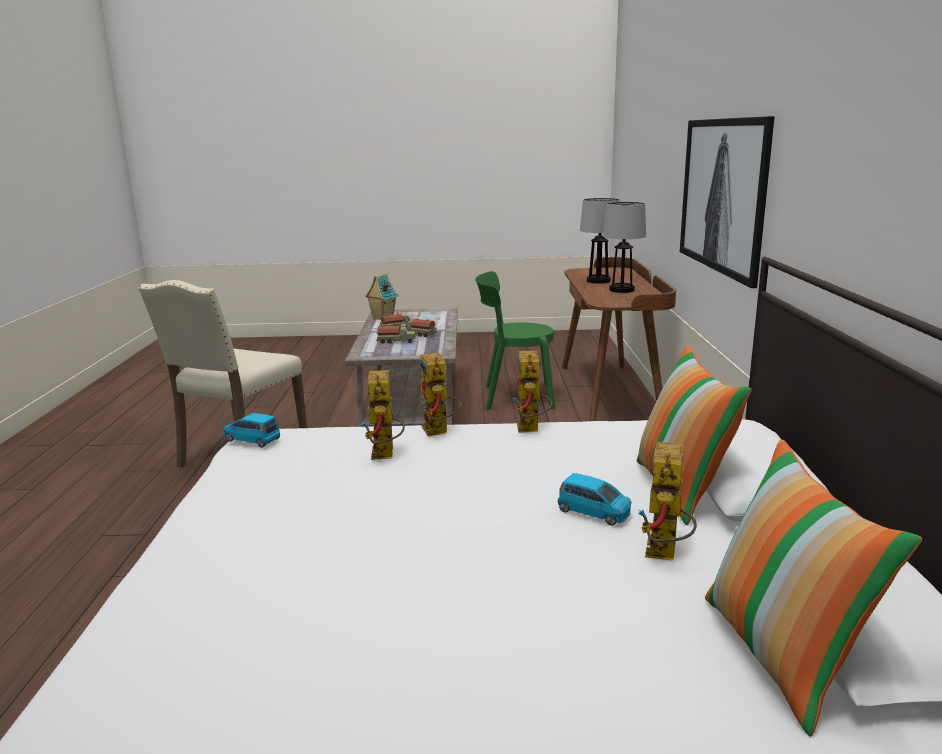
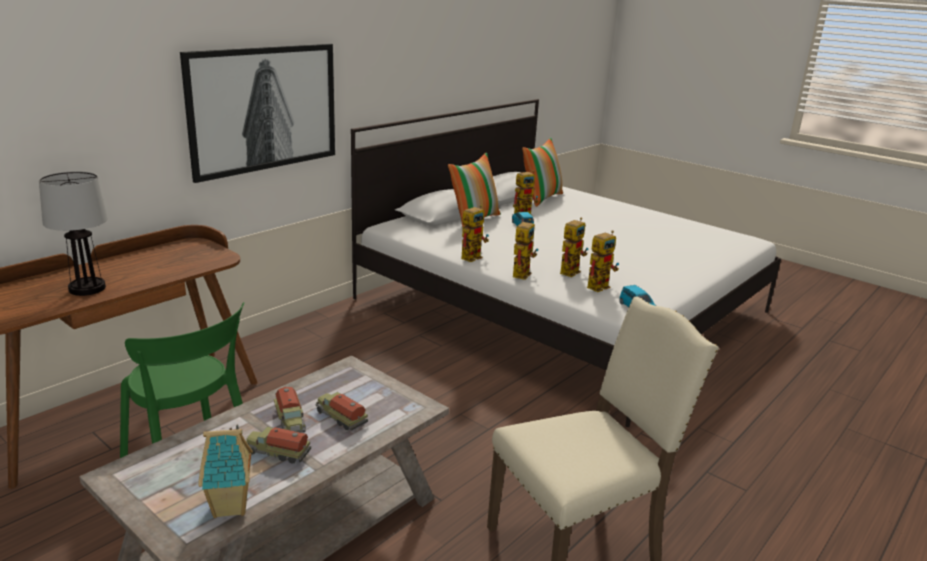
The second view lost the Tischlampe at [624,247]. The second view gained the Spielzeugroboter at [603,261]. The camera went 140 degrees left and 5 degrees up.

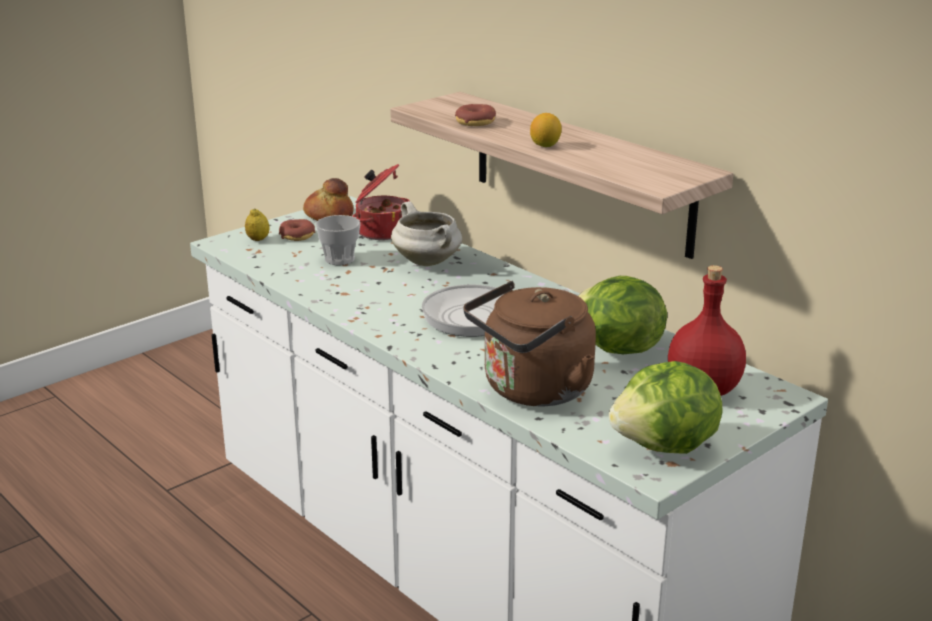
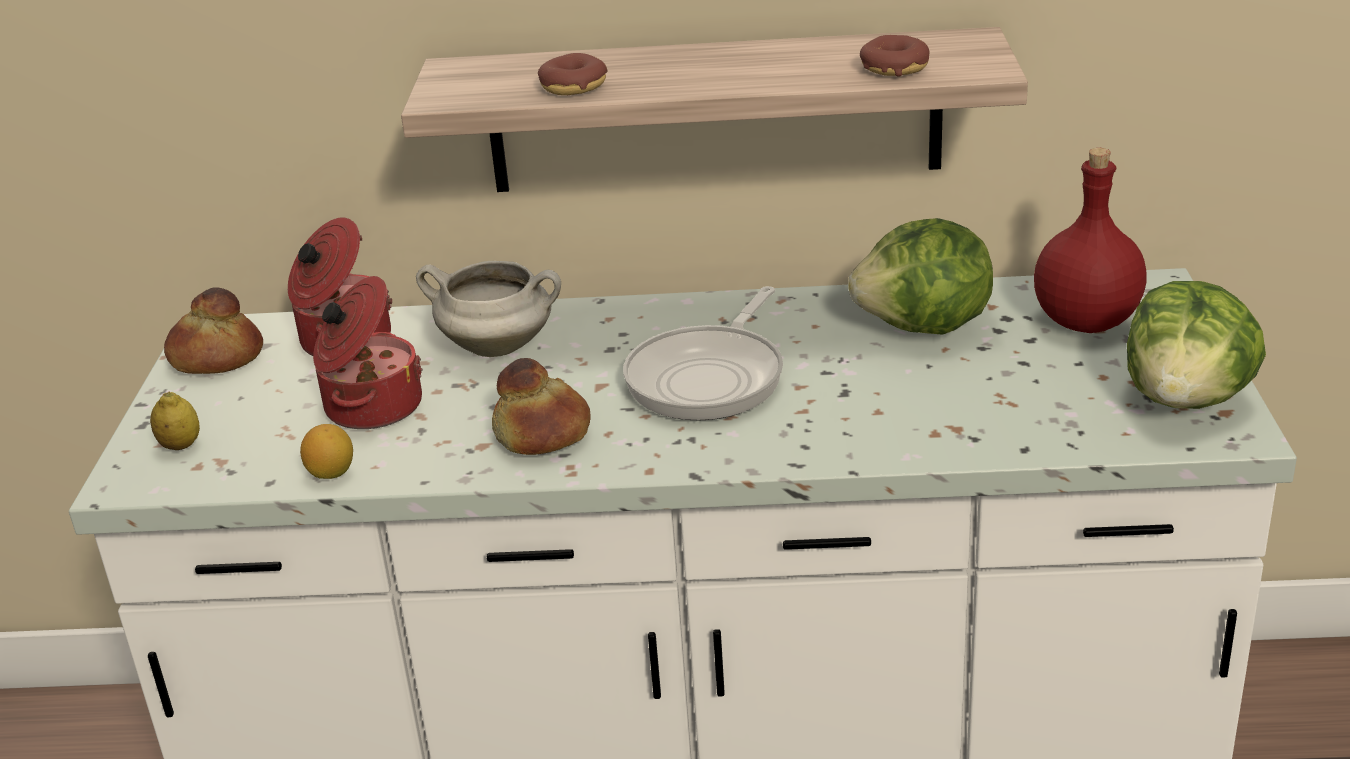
The second view lost the Wasserkessel/braun at [529,344]. The second view gained the Brot at [541,406]. The Donut ended up elsewhere, having gone from [297,230] to [894,55]. The Zitrone ended up elsewhere, having gone from [546,130] to [326,451]. Where the Tasse stood at [338,240], the Kochtopf came to stand at [368,352]. The camera went 45 degrees left and 5 degrees up.

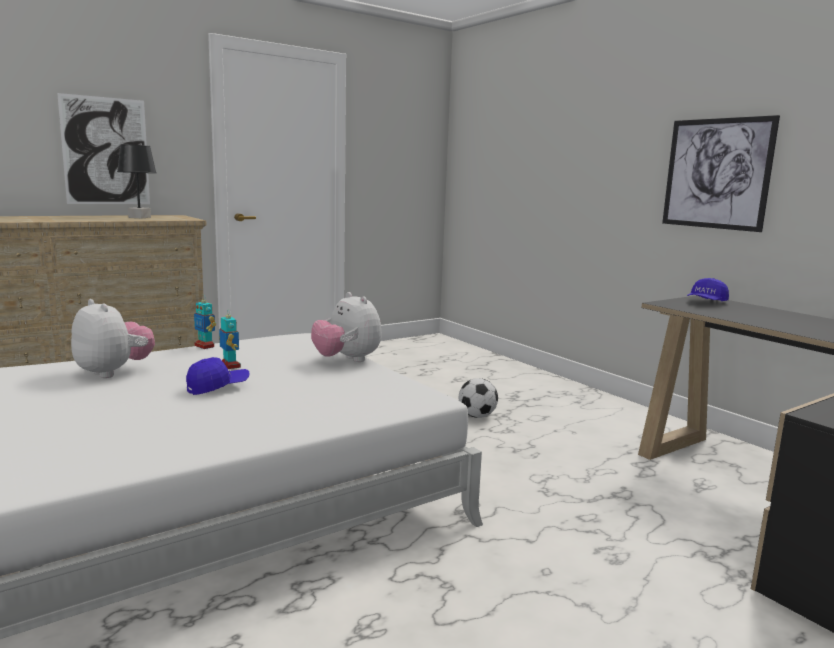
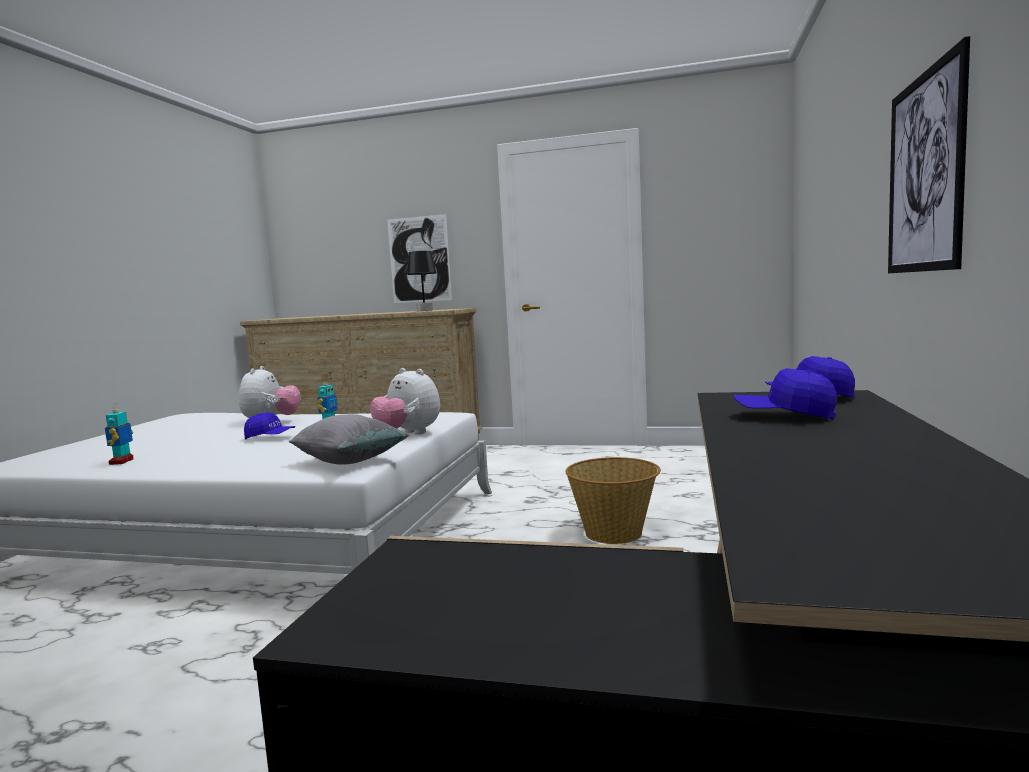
The second view gained the Kissen/grau at [349,439]. The second view gained the Kappe/blau at [785,394]. The Spielzeugroboter ended up elsewhere, having gone from [205,322] to [119,434]. Where the Fußball stood at [478,398], the Korb came to stand at [613,500]. The Plüschtier at [346,327] ended up facing another way, 60 degrees counterclockwise from before. The camera went 50 degrees right and 5 degrees down.

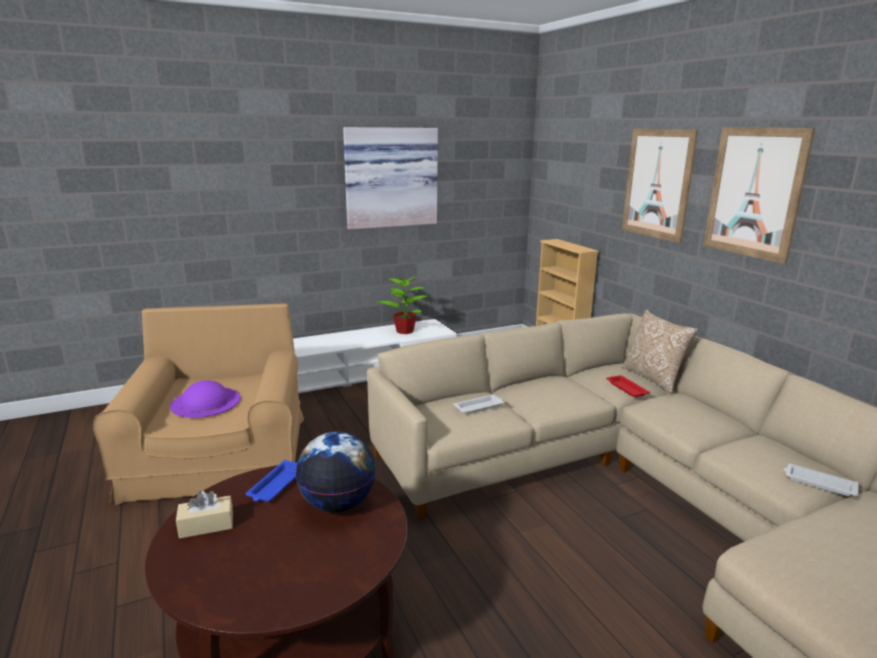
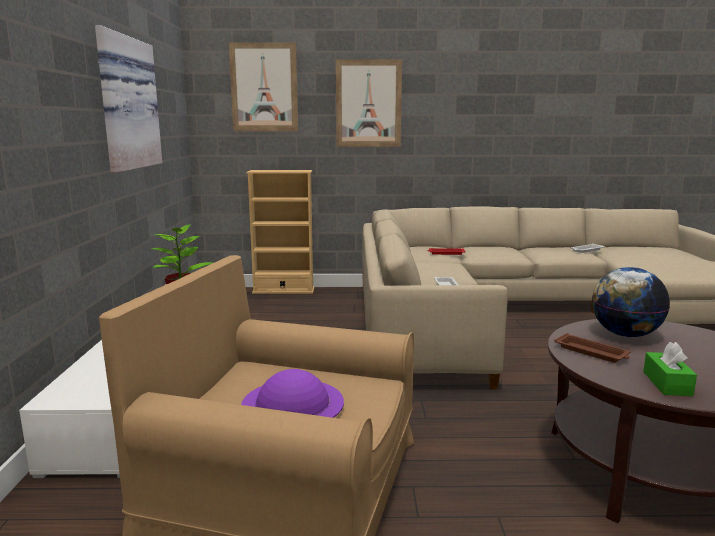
The second view lost the Kissen at [660,352]. The Bild ended up elsewhere, having gone from [759,195] to [263,86]. What was the Taschentuchbox/beige at [204,514] turned into the Taschentuchbox/grün at [670,369]. What was the Tablett/blau at [271,481] turned into the Tablett/braun at [592,348]. The camera went 65 degrees left and 5 degrees down.

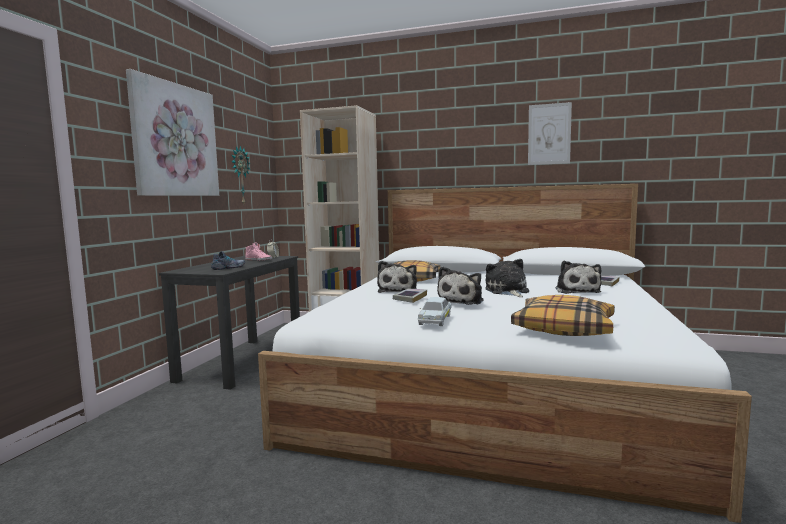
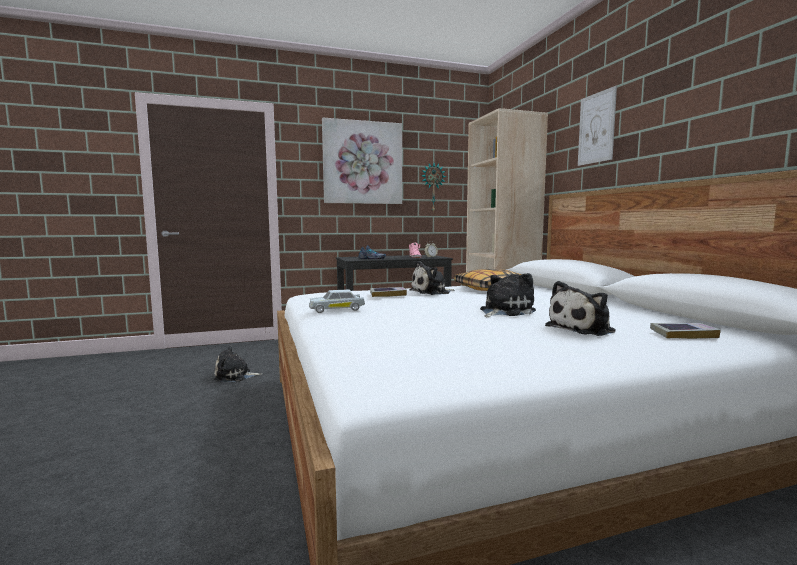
The second view lost the Kissen at [563,315]. The Plüschtier ended up elsewhere, having gone from [460,286] to [238,364]. The Bild ended up elsewhere, having gone from [550,133] to [597,126]. The camera went 55 degrees right and 0 degrees up.

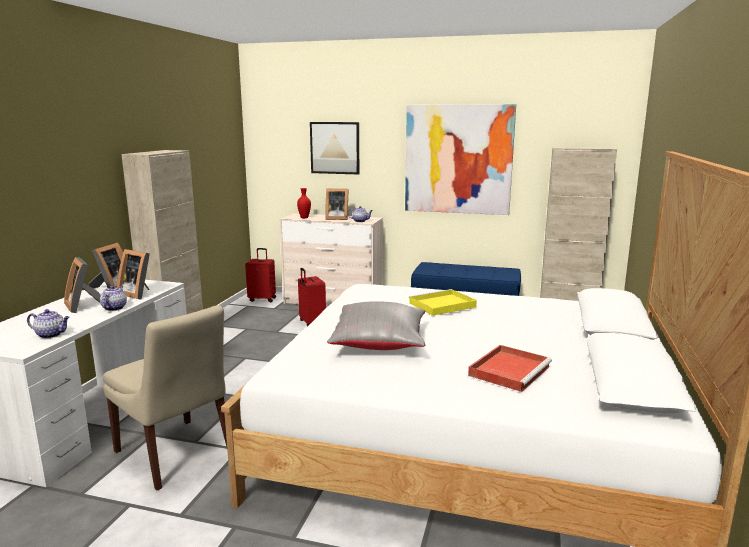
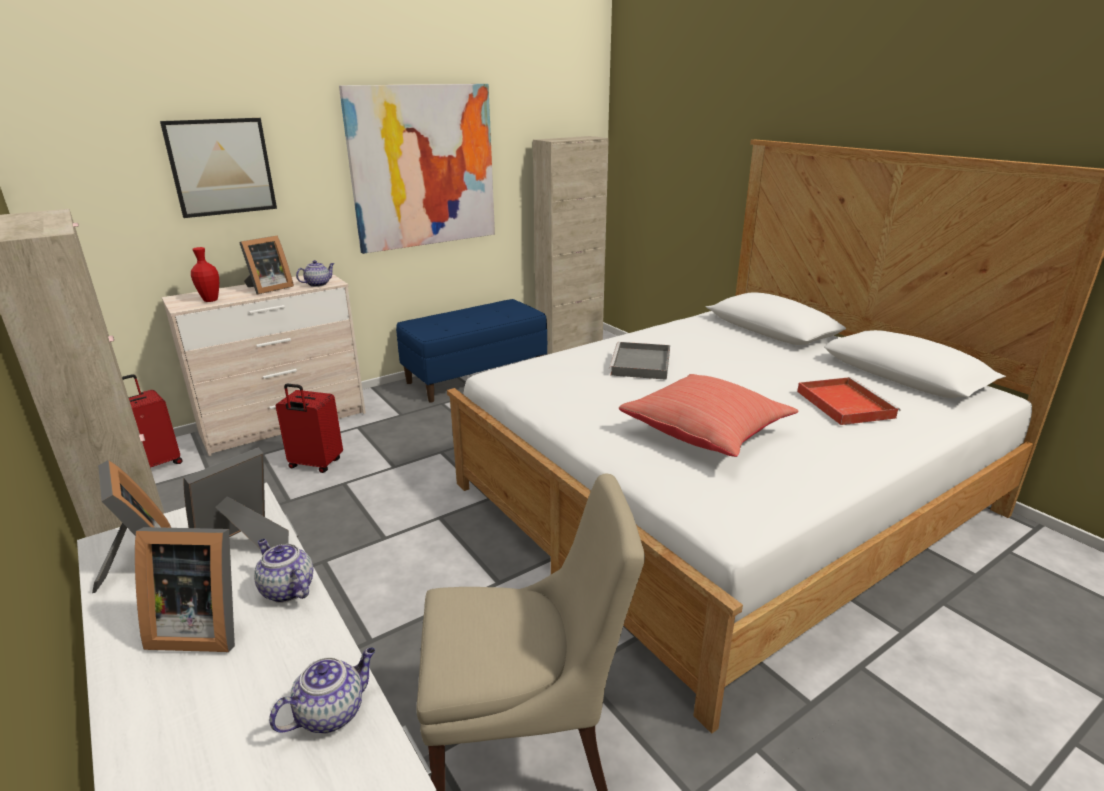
What was the Kissen/grau at [376,325] turned into the Kissen/rot at [709,415]. What was the Tablett/gelb at [443,302] turned into the Tablett/grau at [639,361]. The Bilderrahmen at [133,274] ended up facing another way, 150 degrees clockwise from before. The camera went 50 degrees left and 10 degrees up.

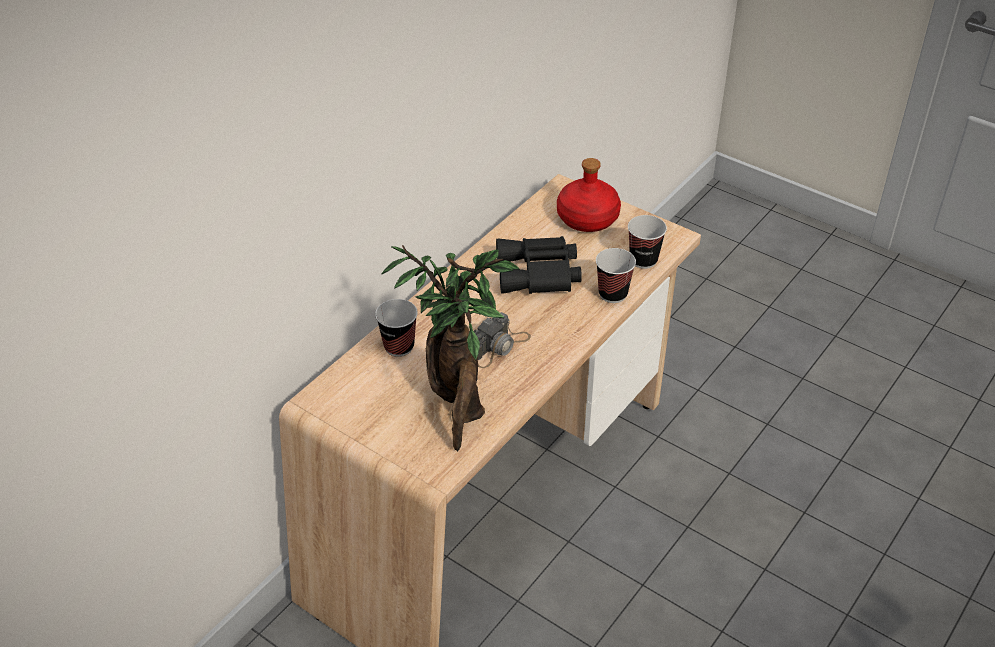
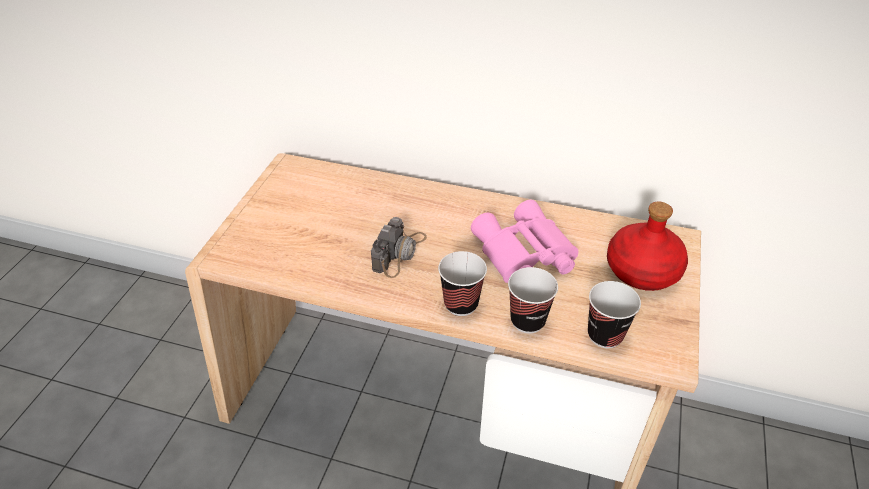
The second view lost the Topfpflanze at [450,348]. The Tasse ended up elsewhere, having gone from [396,328] to [462,283]. What was the Fernglas/schwarz at [539,265] turned into the Fernglas/rosa at [525,241]. The Kamera at [502,340] ended up facing another way, 90 degrees counterclockwise from before. The camera went 70 degrees right and 0 degrees up.

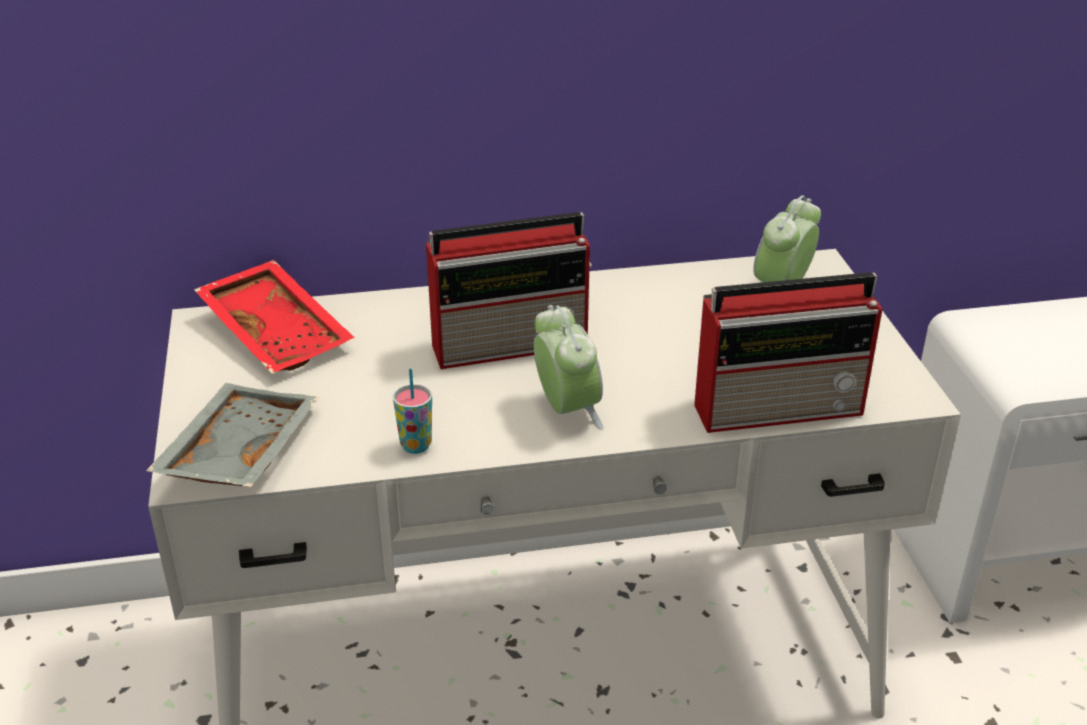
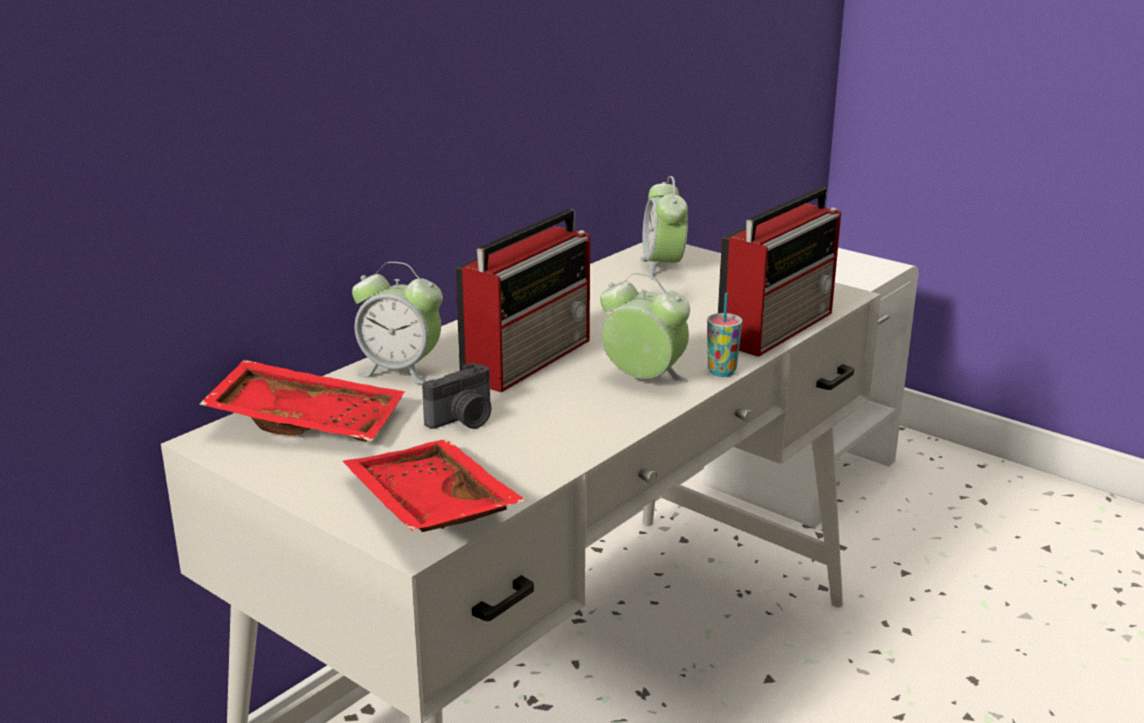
The second view gained the Wecker at [397,323]. The second view gained the Kamera at [456,396]. The Tasse ended up elsewhere, having gone from [412,411] to [725,334]. What was the Tablett/grau at [232,435] turned into the Tablett/rot at [435,485]. The camera went 40 degrees left and 10 degrees down.

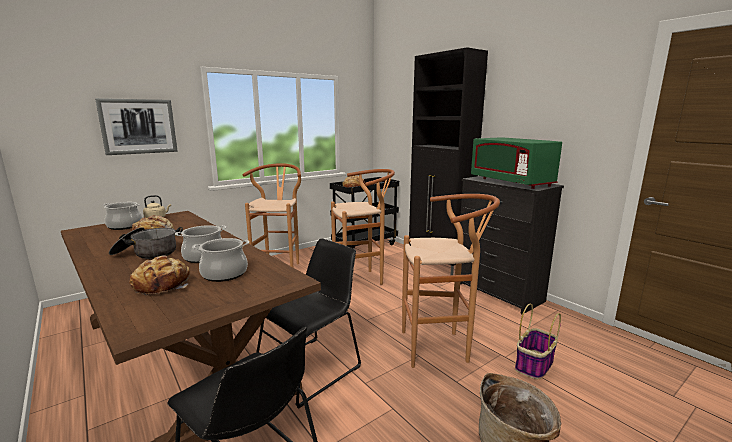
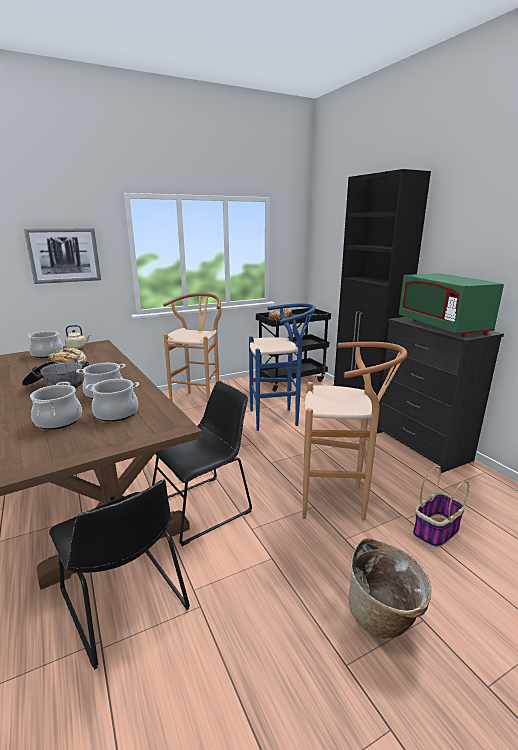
Where the Brot stood at [159,275], the Kochtopf came to stand at [56,406]. What was the Hocker/braun at [363,227] turned into the Hocker/blau at [282,367]. The camera went 10 degrees right and 5 degrees up.

